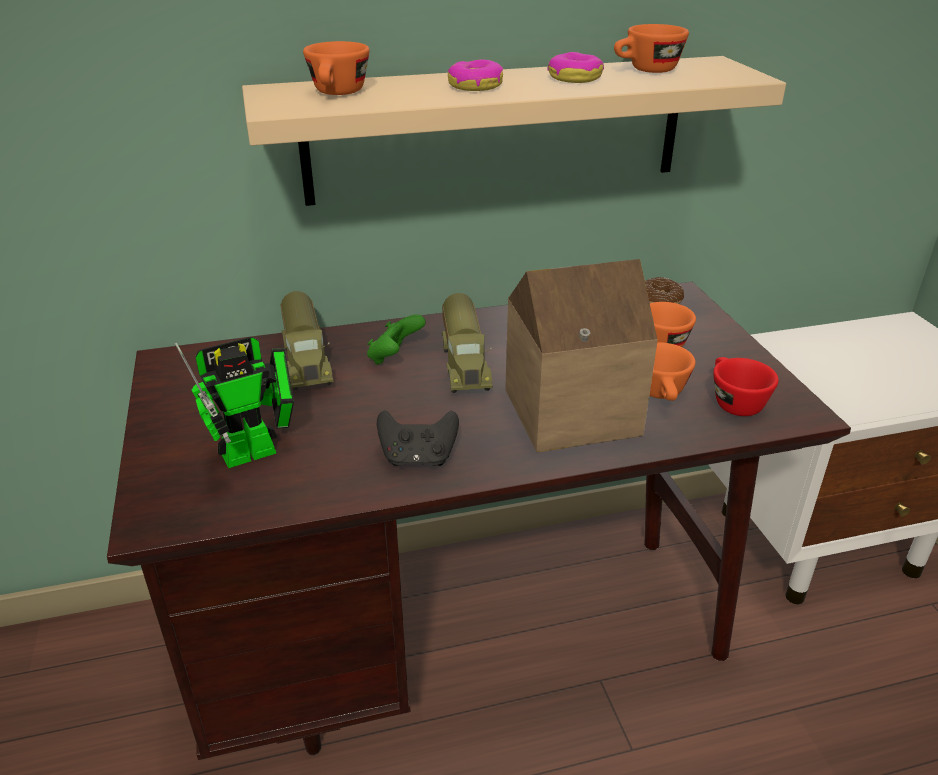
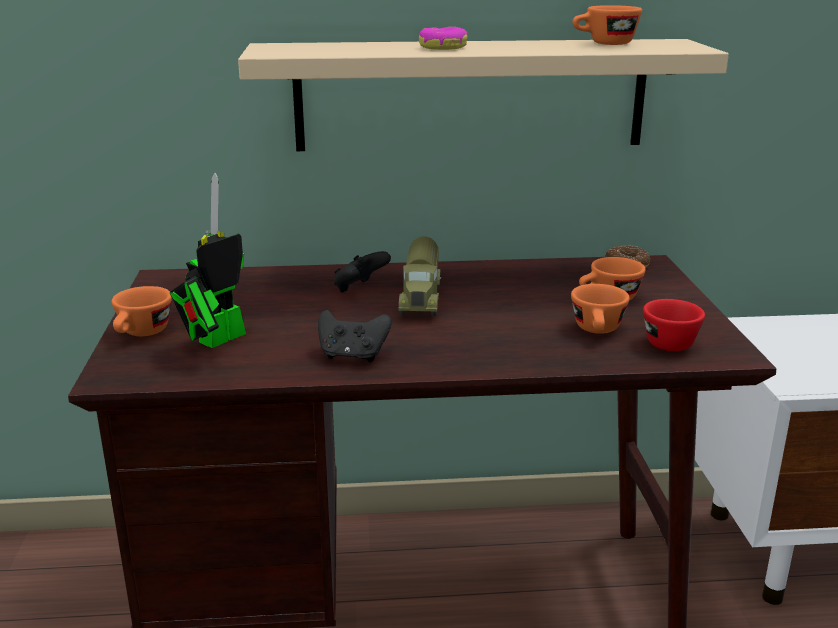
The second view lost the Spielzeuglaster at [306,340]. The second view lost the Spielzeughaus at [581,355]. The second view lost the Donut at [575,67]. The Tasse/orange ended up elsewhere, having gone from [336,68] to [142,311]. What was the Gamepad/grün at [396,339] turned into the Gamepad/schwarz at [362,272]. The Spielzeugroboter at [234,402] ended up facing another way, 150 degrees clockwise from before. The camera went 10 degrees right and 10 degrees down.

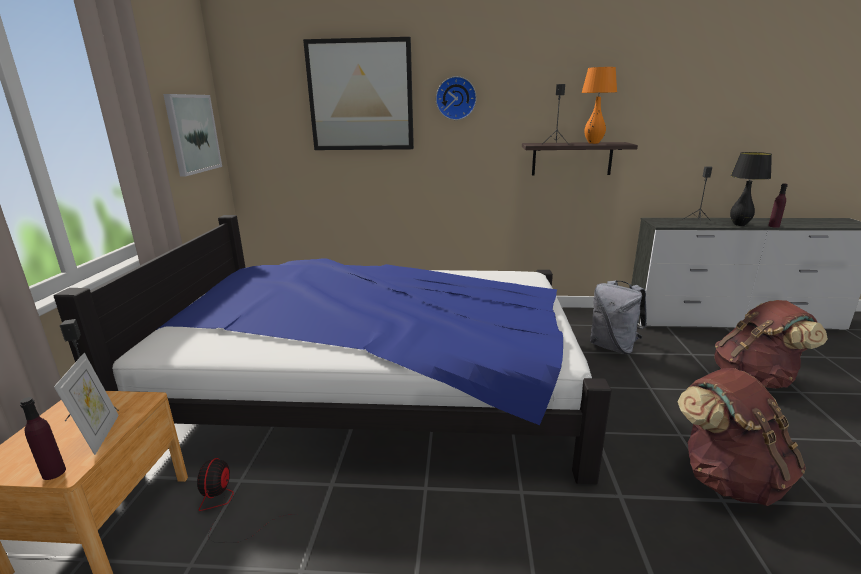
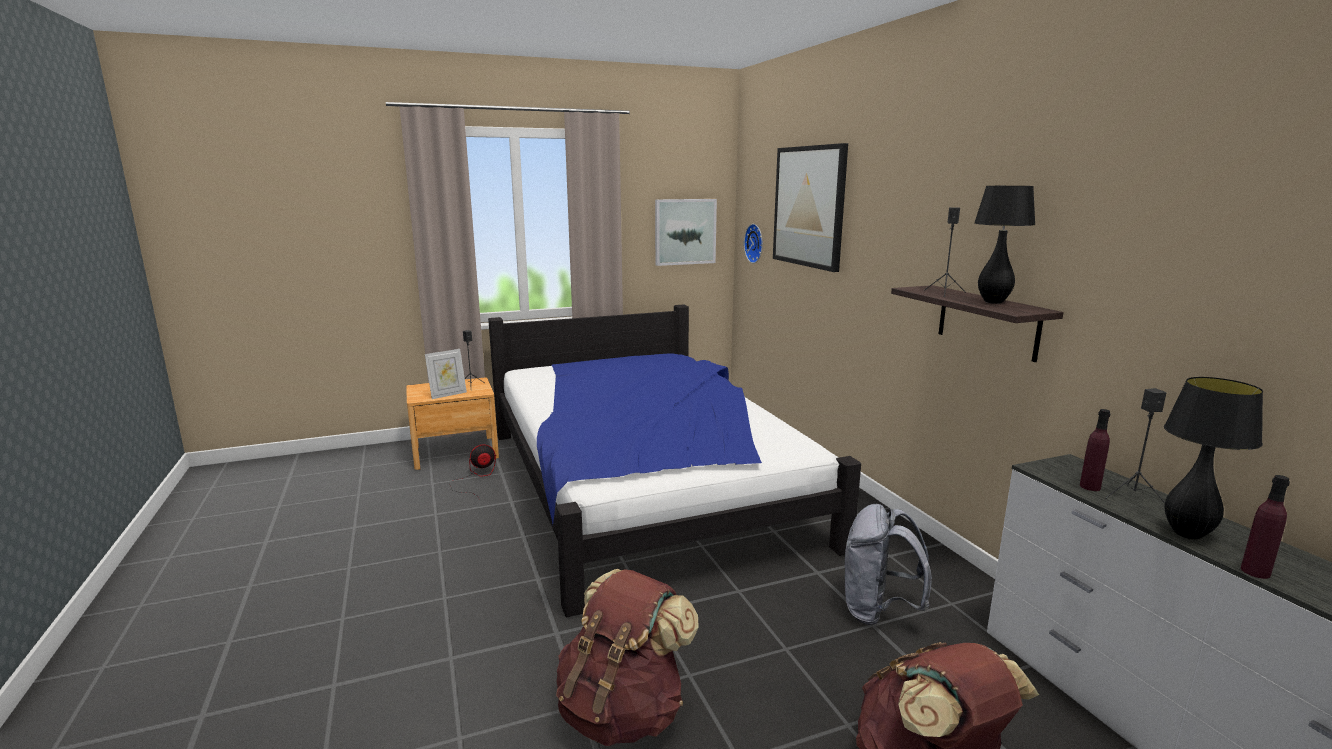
The Flasche/lila ended up elsewhere, having gone from [43,438] to [1095,450]. The Wanduhr ended up elsewhere, having gone from [456,98] to [753,243]. What was the Tischlampe/orange at [599,105] turned into the Tischlampe/schwarz at [1005,245]. The camera went 65 degrees right and 5 degrees down.

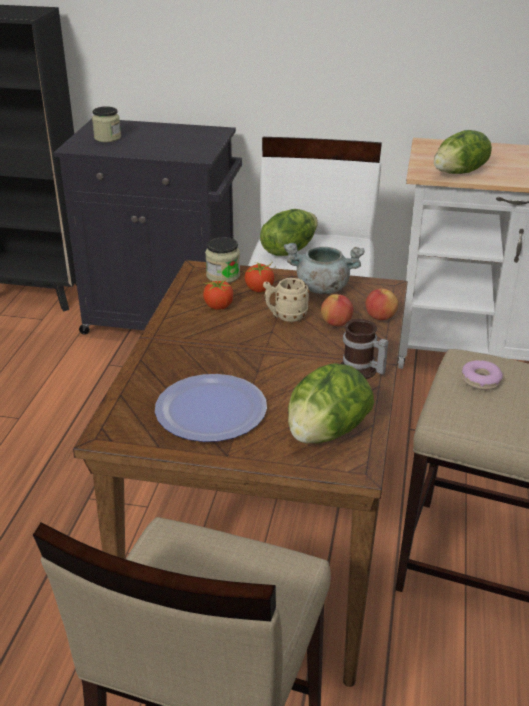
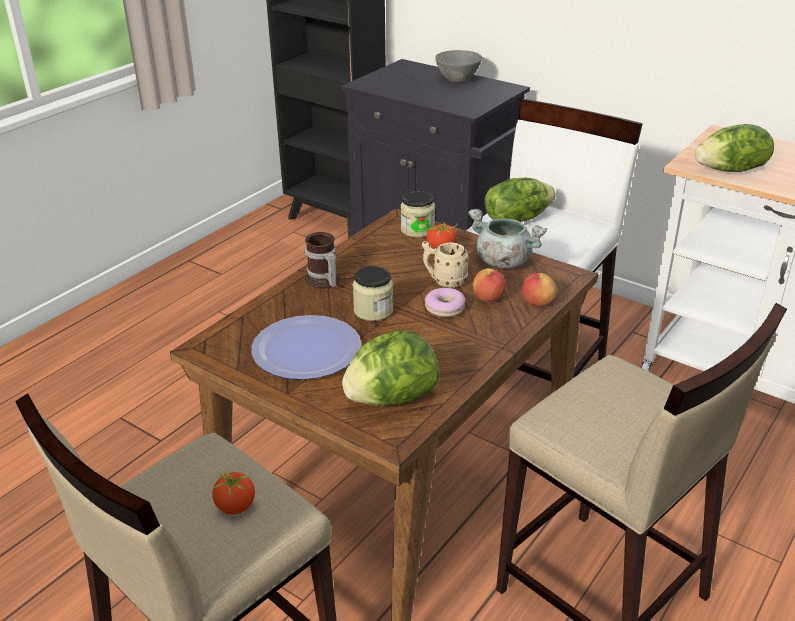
The second view gained the Schüssel/grau at [459,66]. The Vorratsglas ended up elsewhere, having gone from [106,124] to [373,293]. The Tomate ended up elsewhere, having gone from [218,294] to [233,492]. The Henkelbecher ended up elsewhere, having gone from [364,349] to [322,260]. The Donut ended up elsewhere, having gone from [482,375] to [445,302]. The camera went 25 degrees right and 0 degrees up.

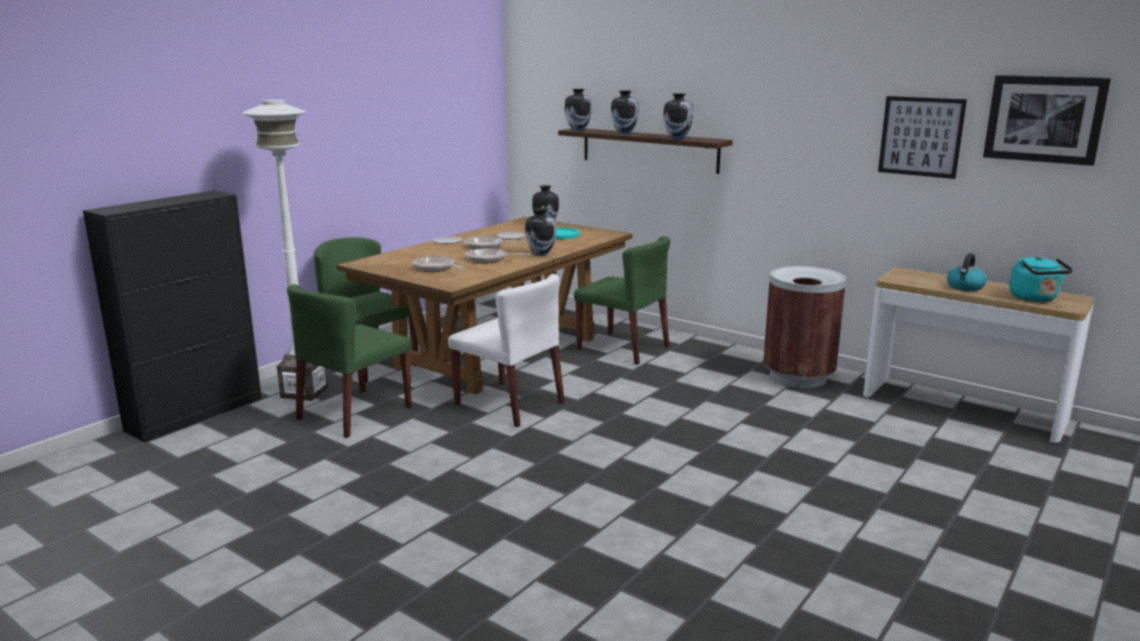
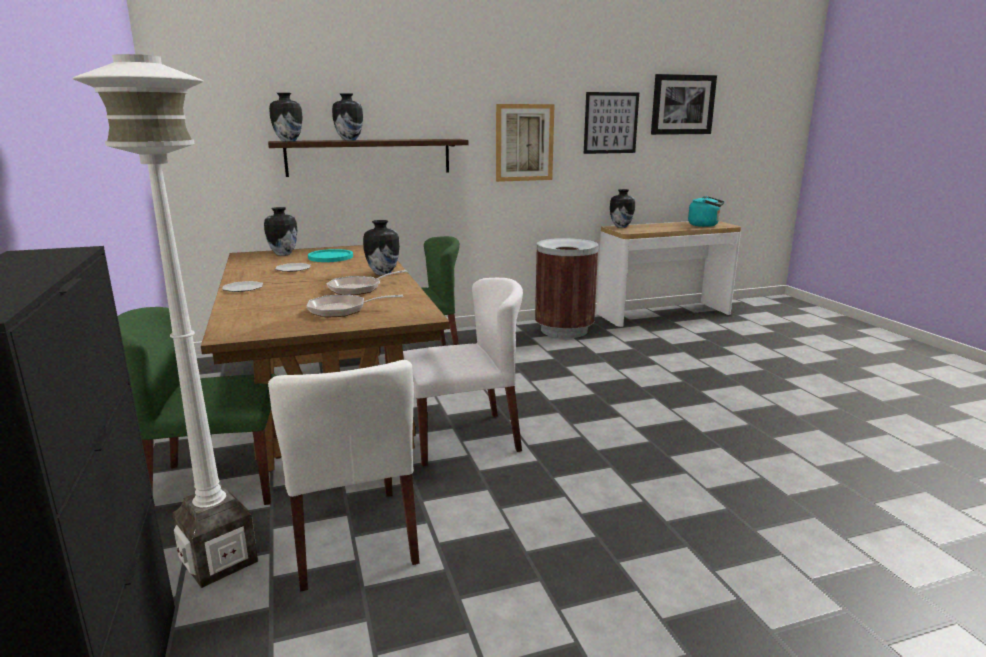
The second view lost the Pfanne at [493,243]. The second view lost the Wasserkessel at [967,272]. The second view gained the Bild at [525,143]. The Vase ended up elsewhere, having gone from [678,116] to [622,208]. What was the Stuhl/grün at [349,361] turned into the Stuhl/weiß at [344,476]. The camera went 55 degrees left and 0 degrees up.

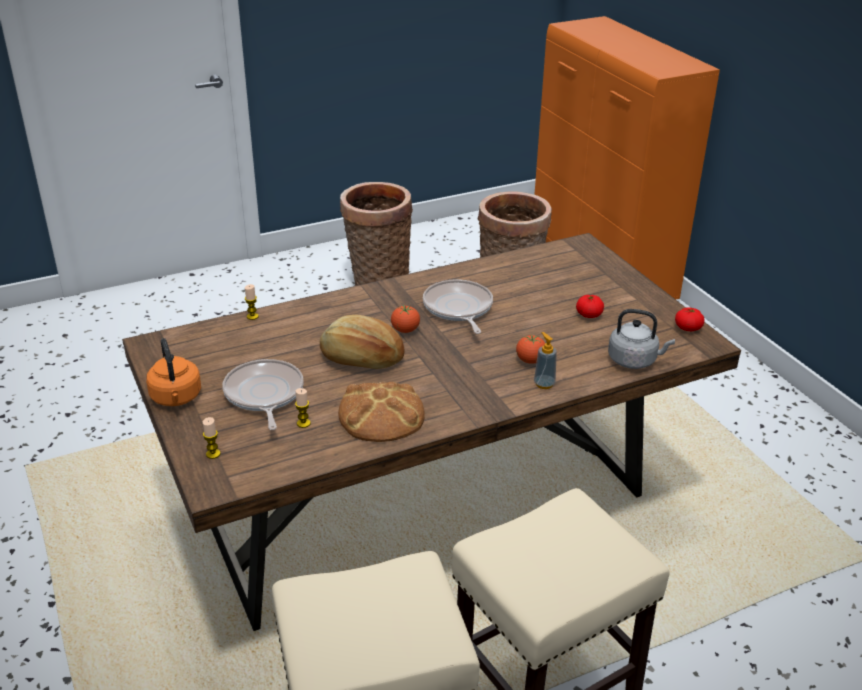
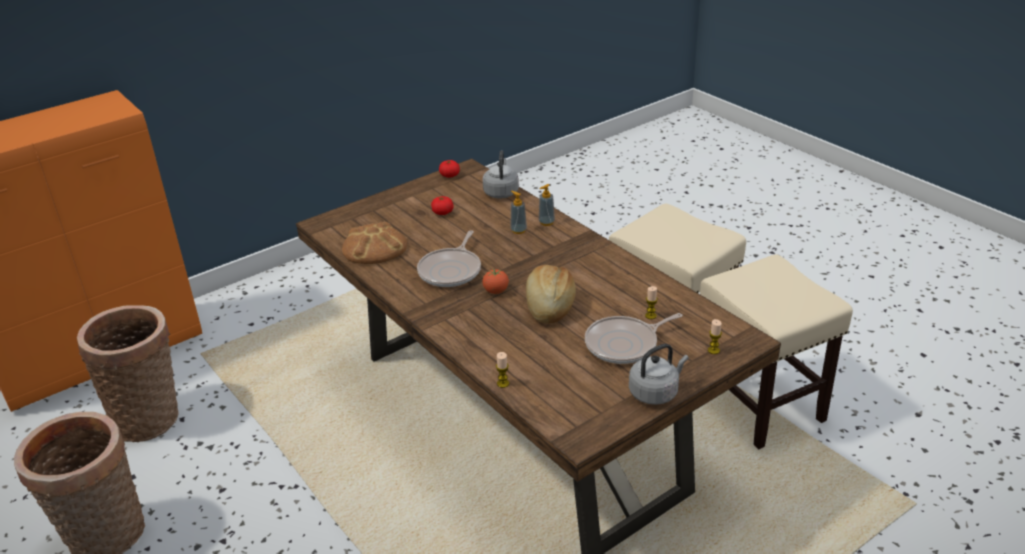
The Brot ended up elsewhere, having gone from [381,412] to [374,243]. Where the Tomate stood at [530,349], the Seifenspender came to stand at [518,212]. What was the Wasserkessel/orange at [173,372] turned into the Wasserkessel/grau at [659,374]. The Pfanne at [458,306] ended up facing another way, 45 degrees counterclockwise from before. The camera went 100 degrees left and 0 degrees up.

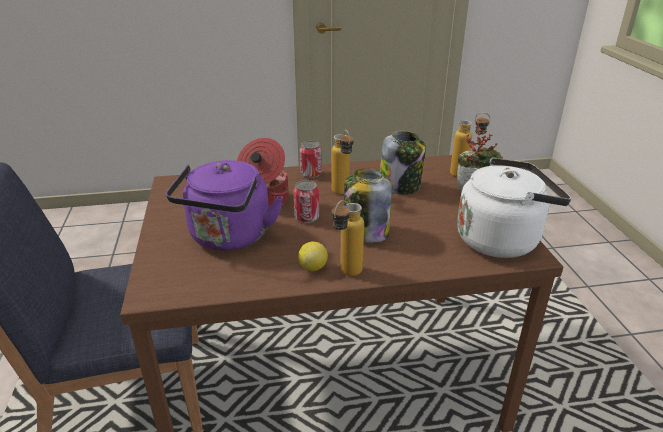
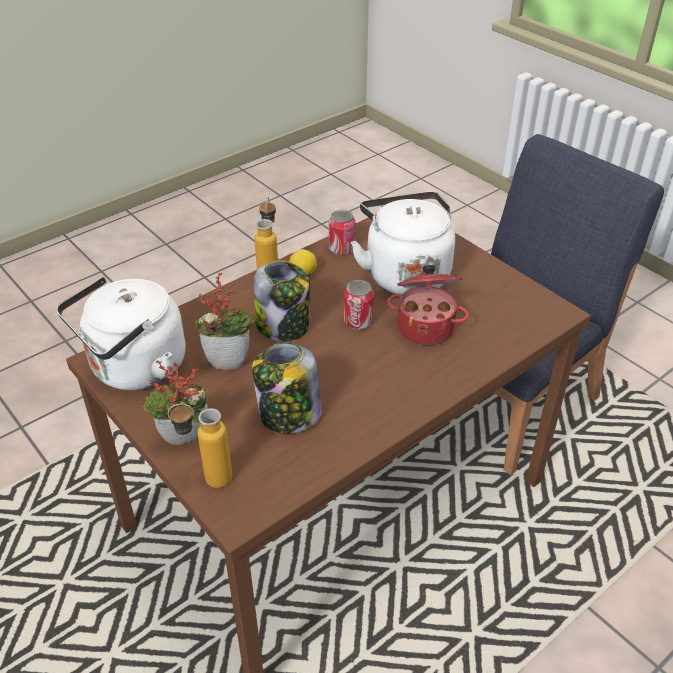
The second view lost the Flasche at [342,162]. The second view gained the Topfpflanze at [226,321]. The Dose ended up elsewhere, having gone from [311,159] to [342,232]. What was the Wasserkessel/lila at [224,205] turned into the Wasserkessel/weiß at [403,243]. The camera went 150 degrees right and 10 degrees up.

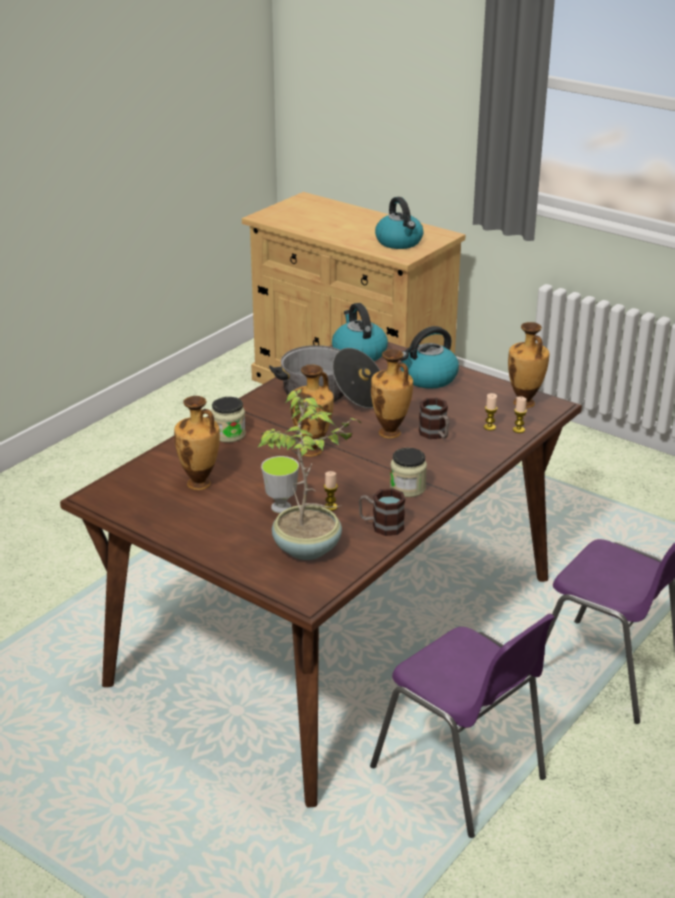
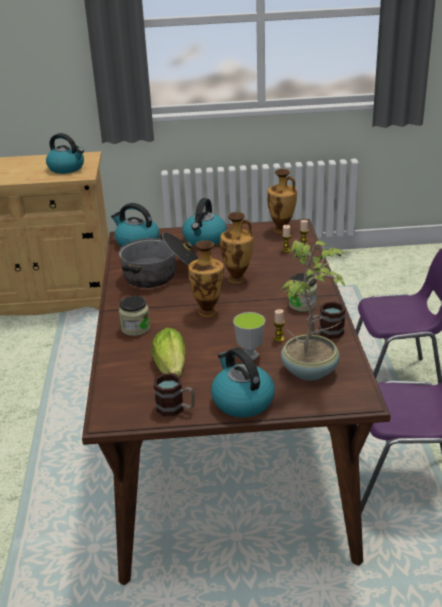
The second view gained the Wasserkessel at [243,382]. The Henkelbecher ended up elsewhere, having gone from [434,418] to [174,394]. Where the Vase stood at [197,443], the Salatkopf came to stand at [168,352]. The camera went 40 degrees left and 0 degrees up.

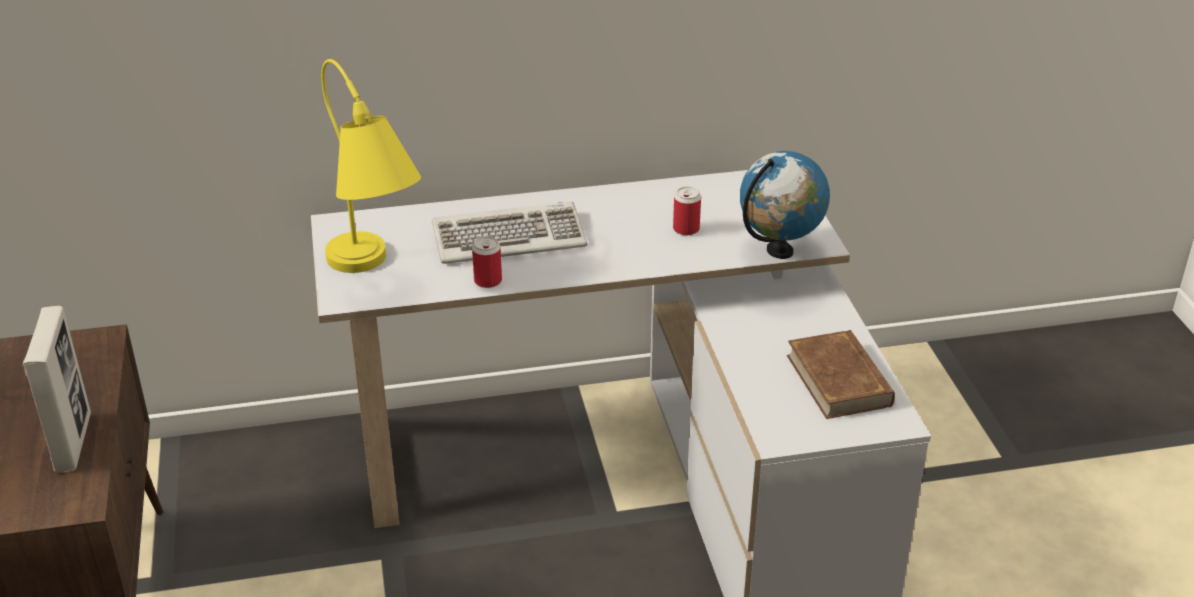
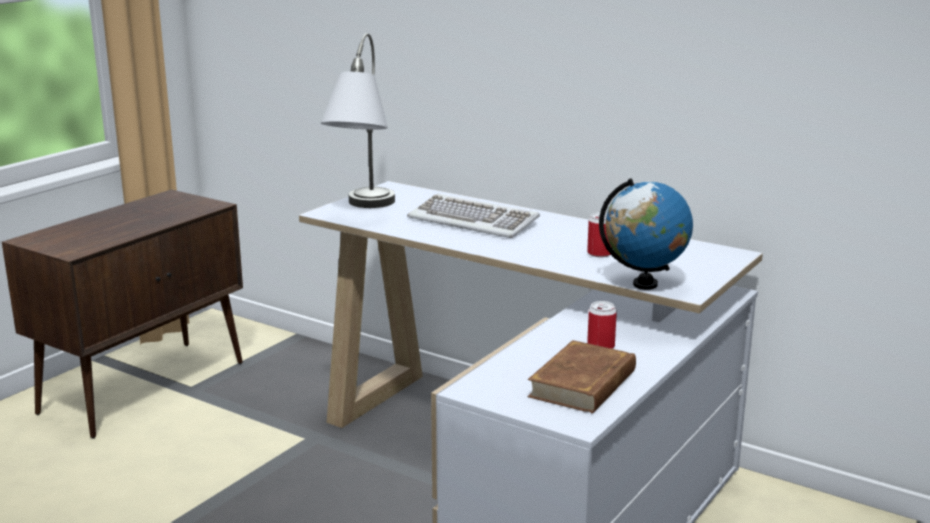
The second view lost the Bilderrahmen at [57,389]. The Dose ended up elsewhere, having gone from [487,262] to [602,325]. What was the Tischlampe/gelb at [371,166] turned into the Tischlampe/grau at [358,120]. The camera went 45 degrees right and 15 degrees down.

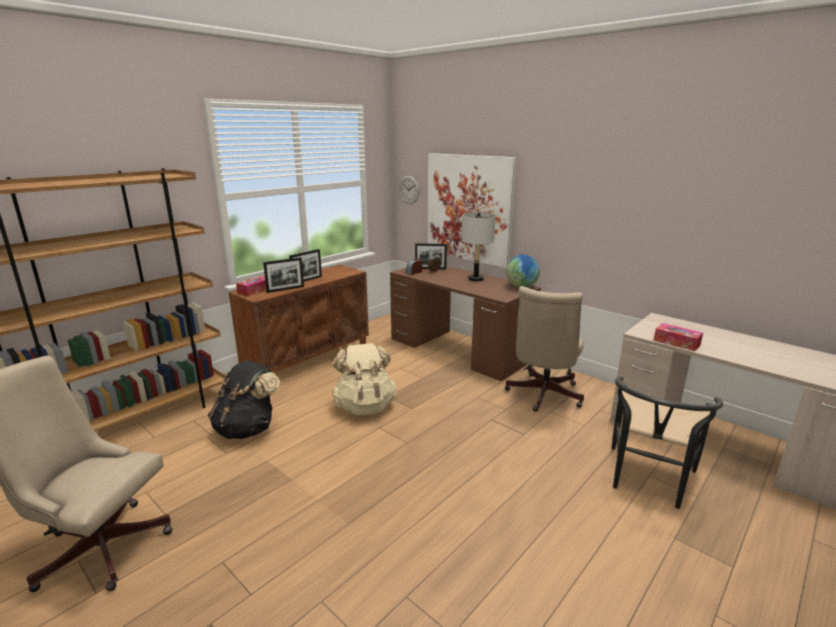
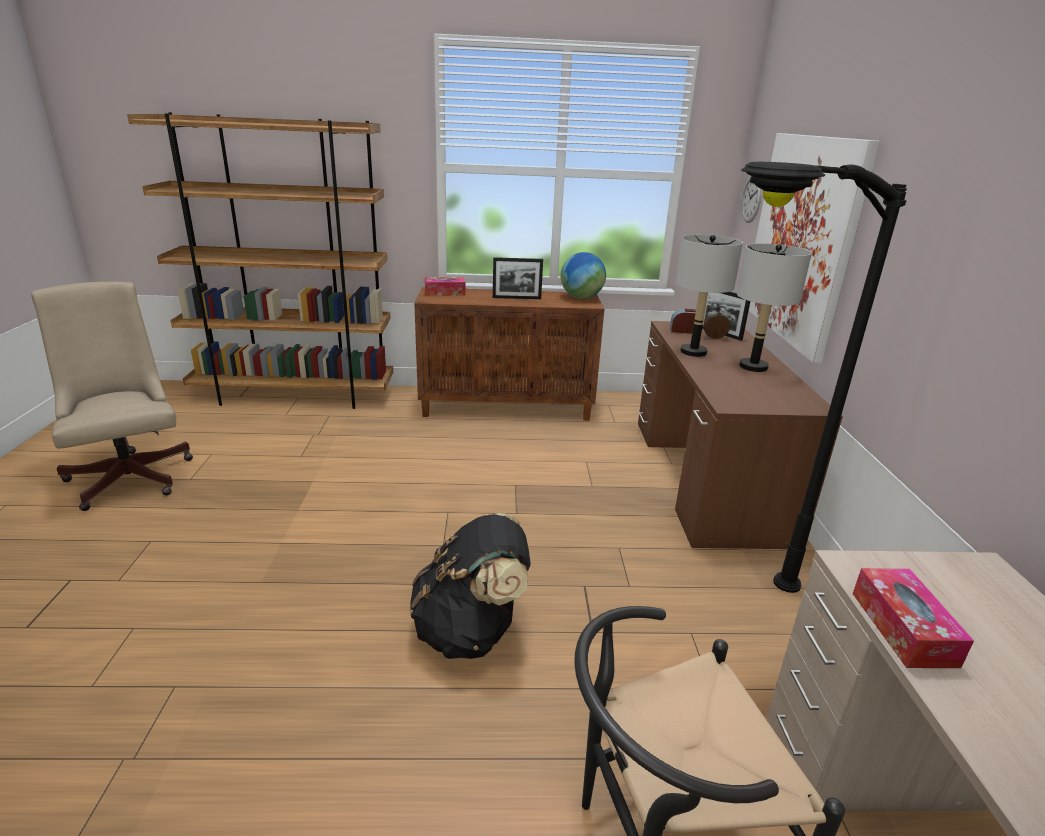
The second view lost the Bilderrahmen at [283,275]. The second view lost the Rucksack/beige at [364,379]. The second view gained the Tischlampe/grau at [709,296]. The Rucksack/schwarz ended up elsewhere, having gone from [244,399] to [470,586]. The Globus ended up elsewhere, having gone from [523,271] to [583,275]. Where the Bürostuhl/beige stood at [544,349], the Stehlampe/schwarz came to stand at [824,377]. The camera went 45 degrees right and 5 degrees up.

